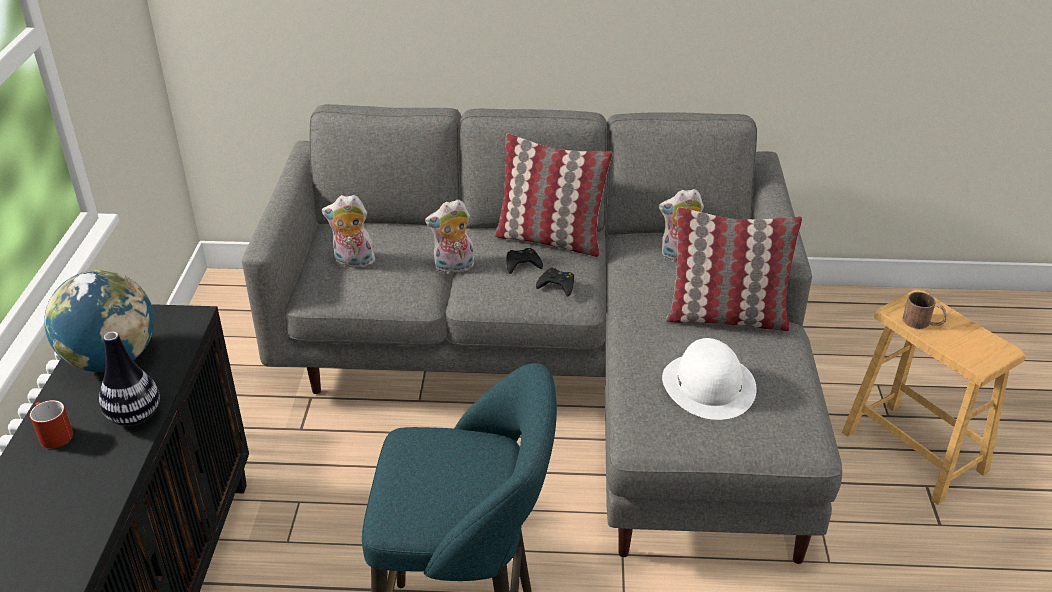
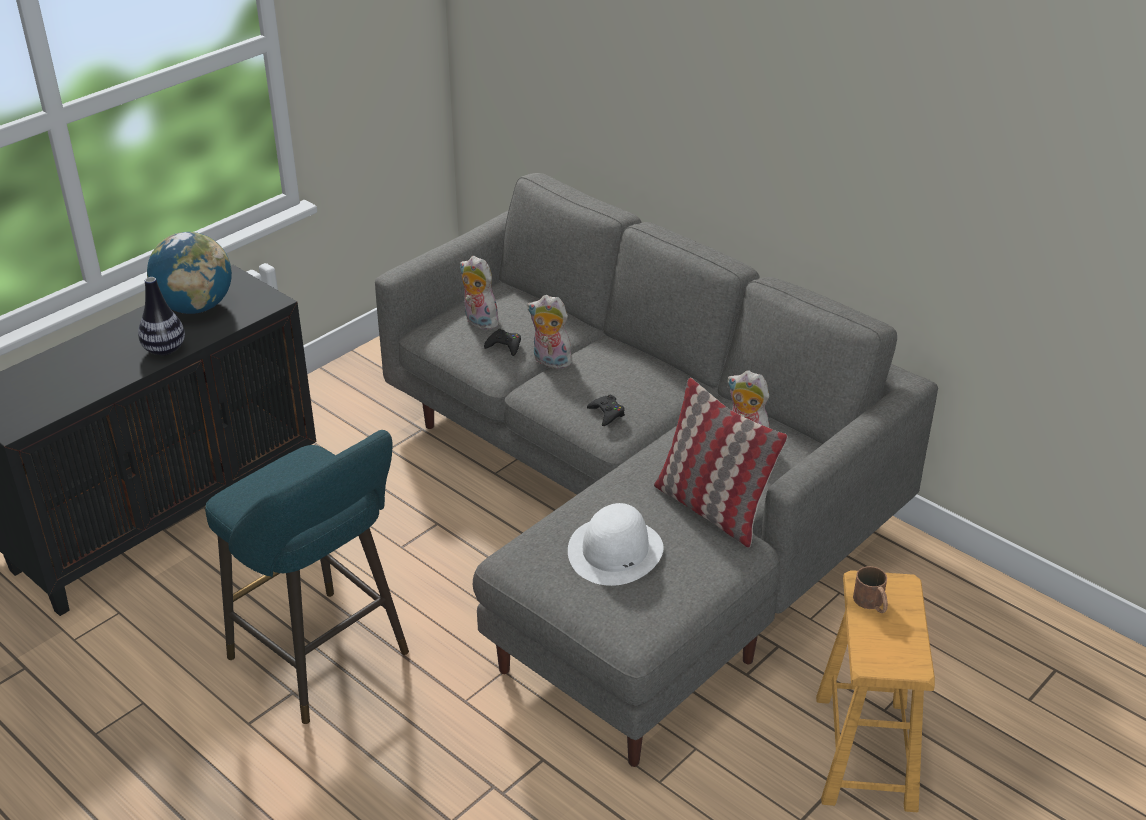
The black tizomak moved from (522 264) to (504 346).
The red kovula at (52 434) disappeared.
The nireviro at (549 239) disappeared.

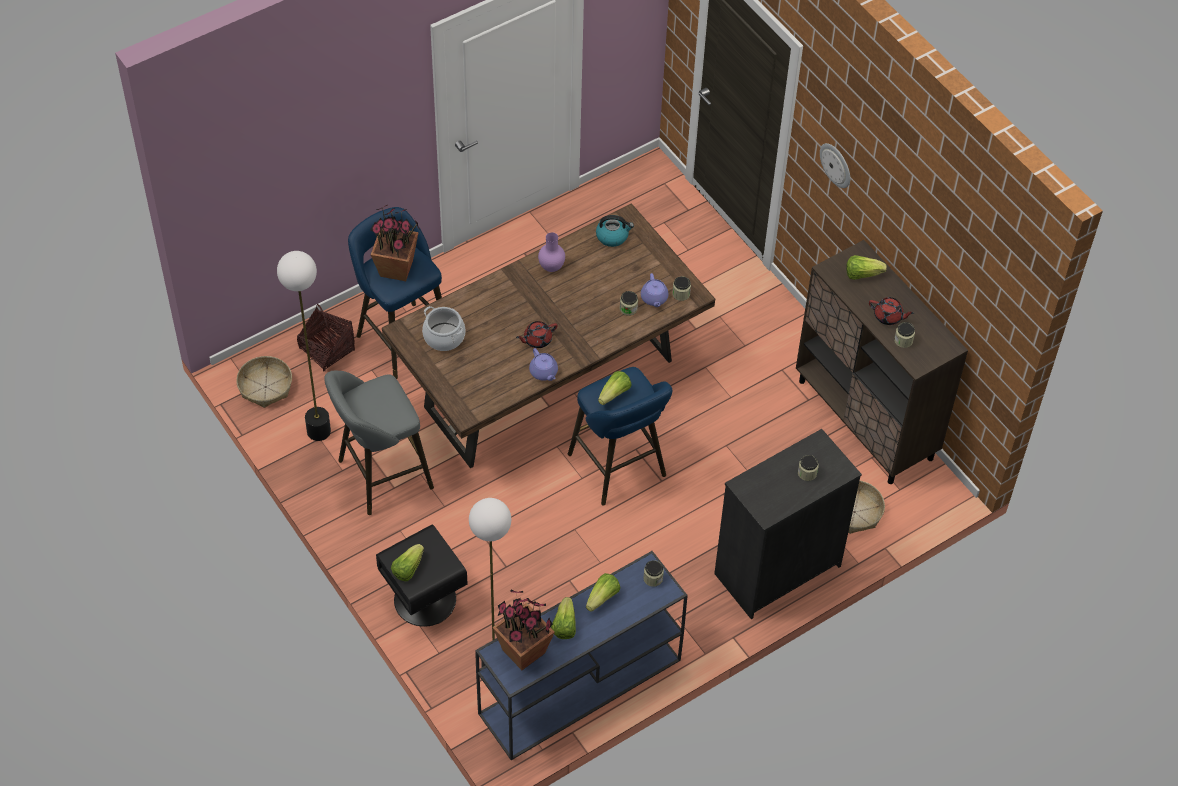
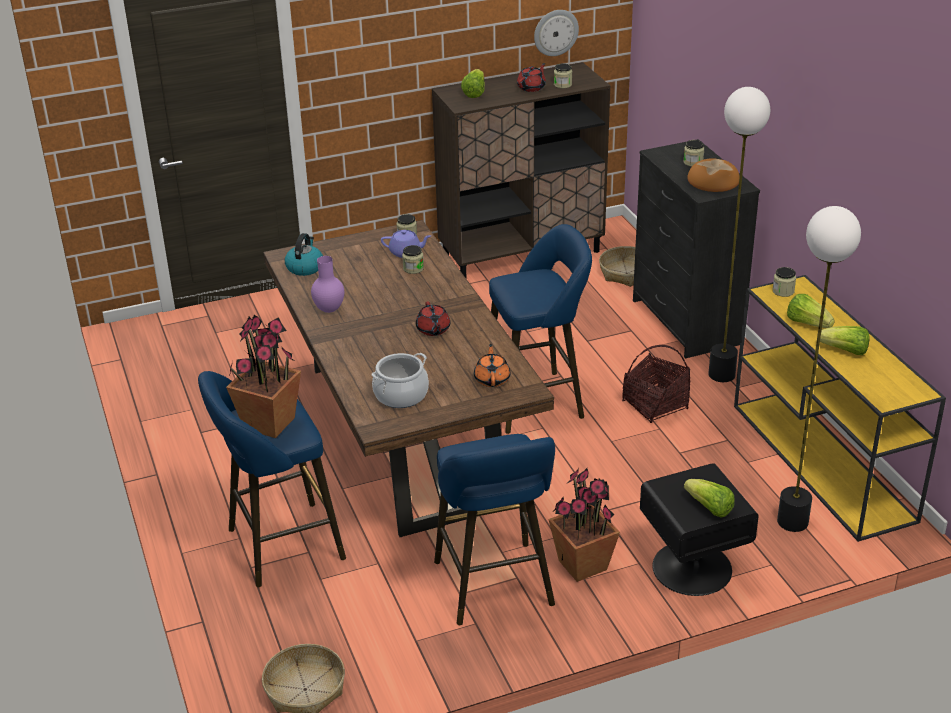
The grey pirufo at (380 476) became the blue pirufo at (496 588).
The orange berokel at (492 379) appeared.
The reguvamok moved from (836 165) to (555 32).
The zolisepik moved from (524 652) to (583 565).
The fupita moved from (327 350) to (655 405).
The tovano at (712 180) appeared.
The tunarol moved from (318 431) to (721 375).
The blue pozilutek at (578 688) became the yellow pozilutek at (823 462).
The purple berokel at (544 372) disappeared.
The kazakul at (614 394) disappeared.

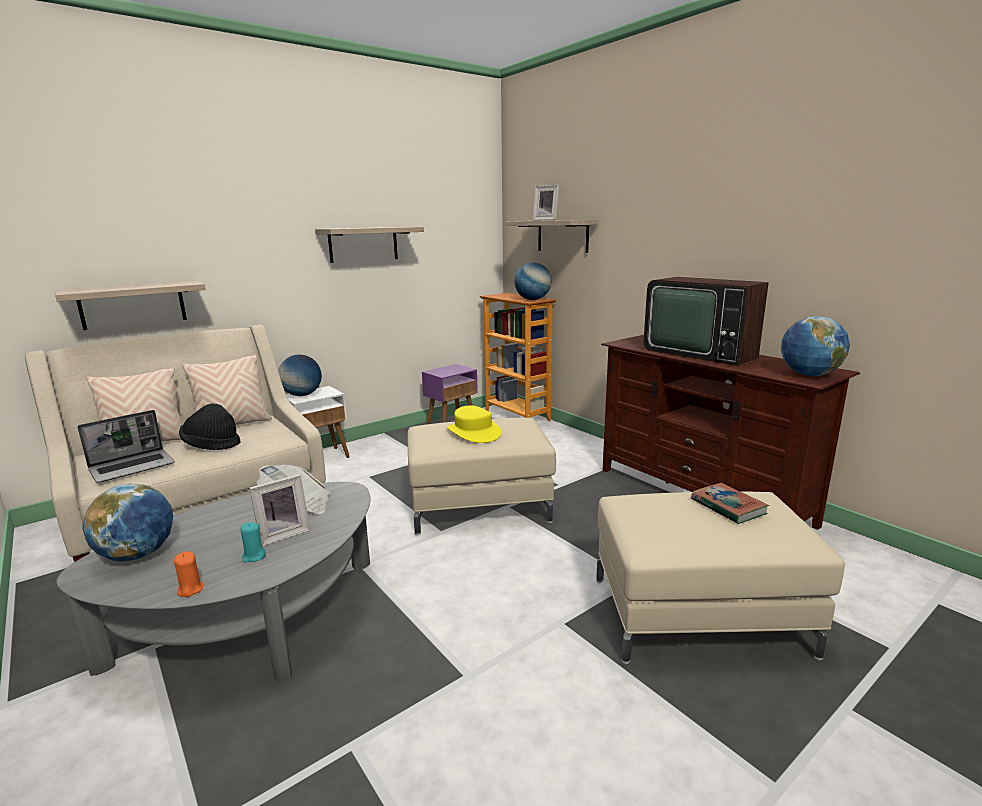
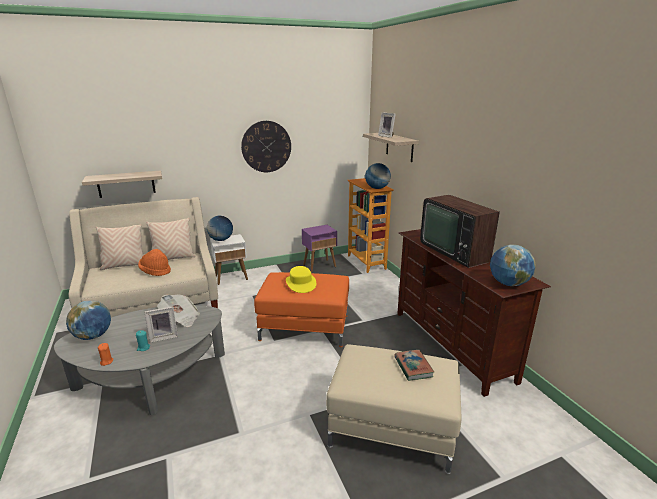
The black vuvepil at (212 445) became the orange vuvepil at (155 271).
The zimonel at (363 244) was replaced by the reguvamok at (266 146).
The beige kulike at (479 505) became the orange kulike at (305 327).
The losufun at (133 467) disappeared.

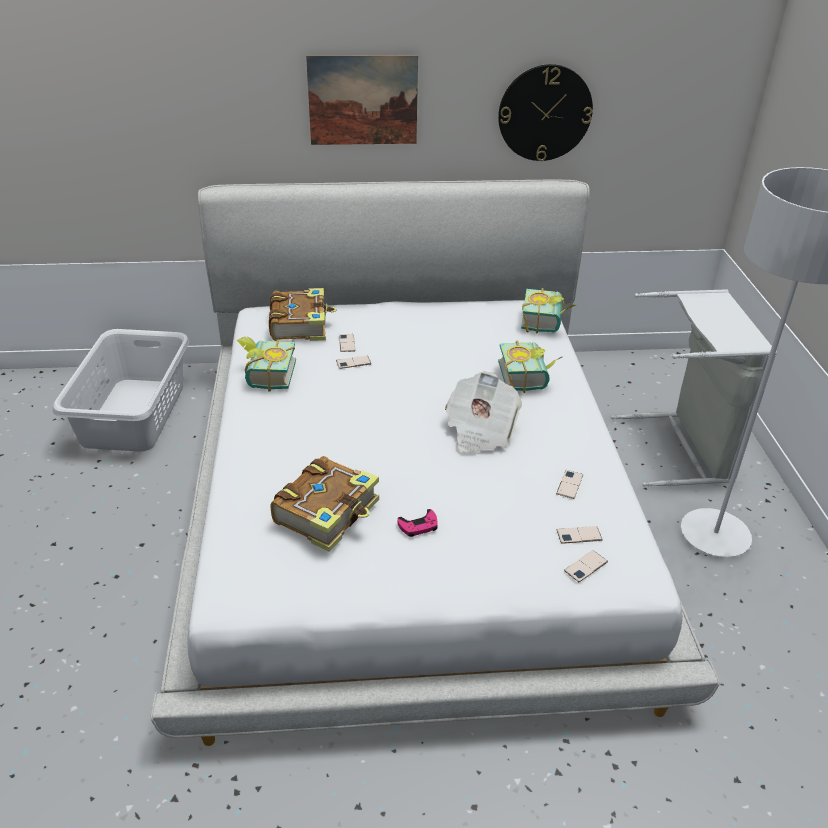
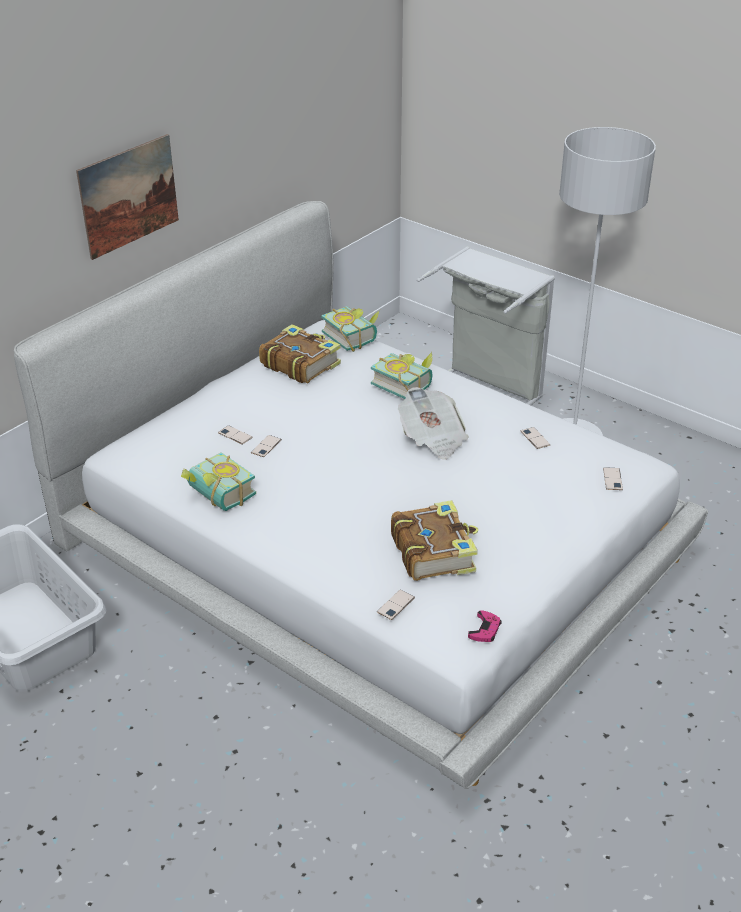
The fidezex moved from (300 324) to (300 364).
The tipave moved from (579 535) to (396 605).
The pink tizomak moved from (418 526) to (485 630).
The reguvamok at (545 113) disappeared.

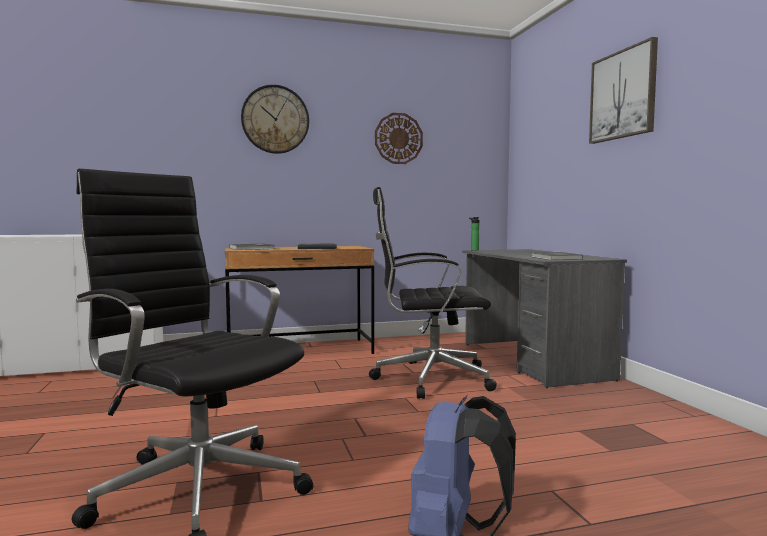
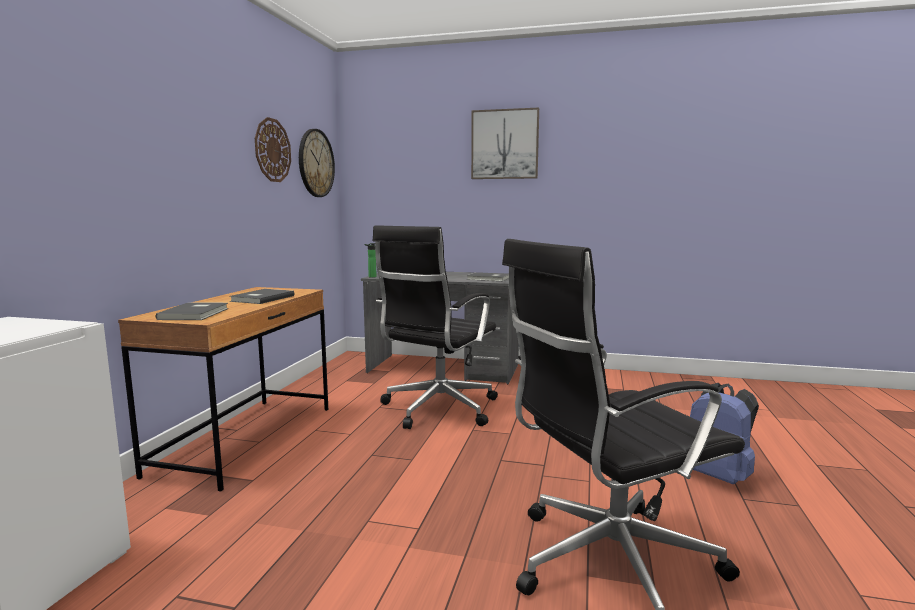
The reguvamok moved from (275 119) to (316 163).

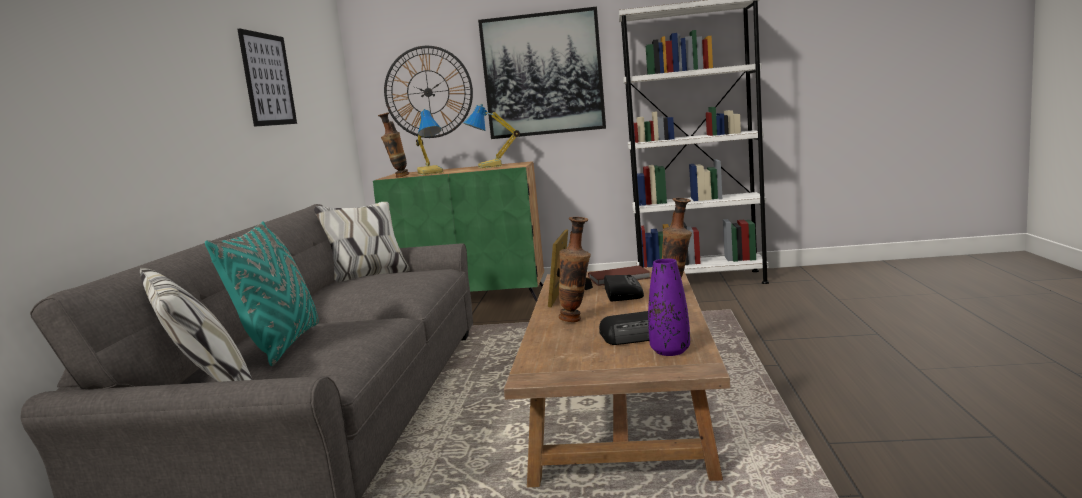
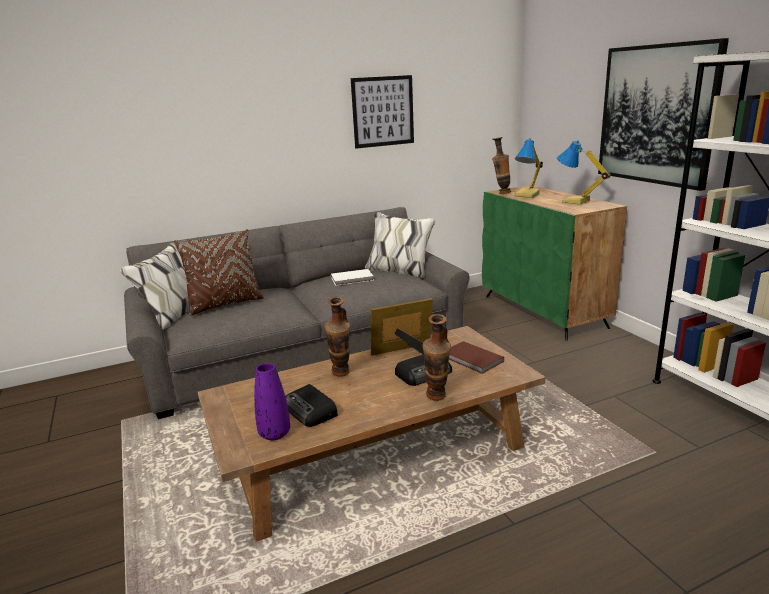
The turquoise nireviro at (281 345) became the brown nireviro at (225 304).
The white fidezex at (352 279) appeared.
The reguvamok at (428 92) disappeared.

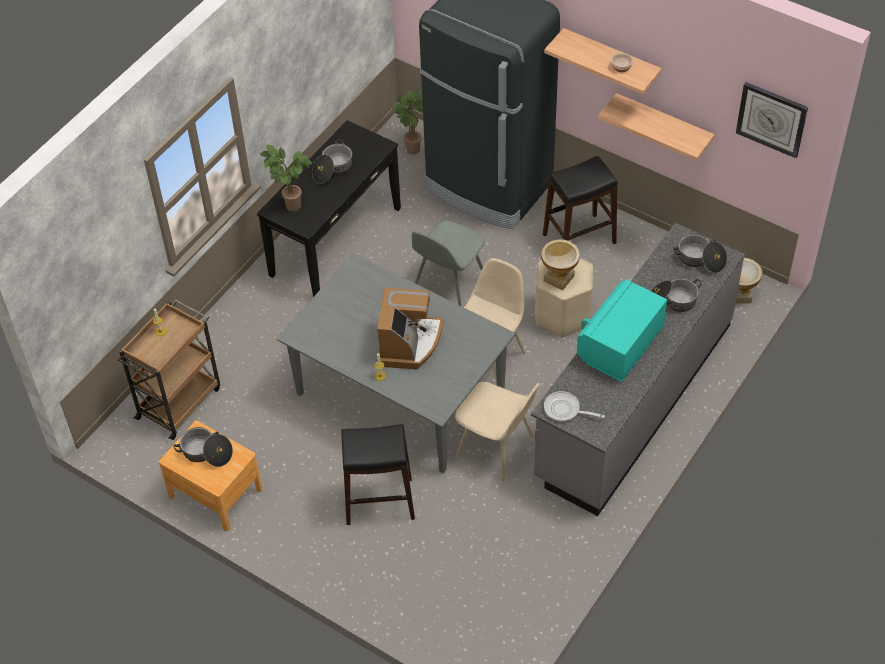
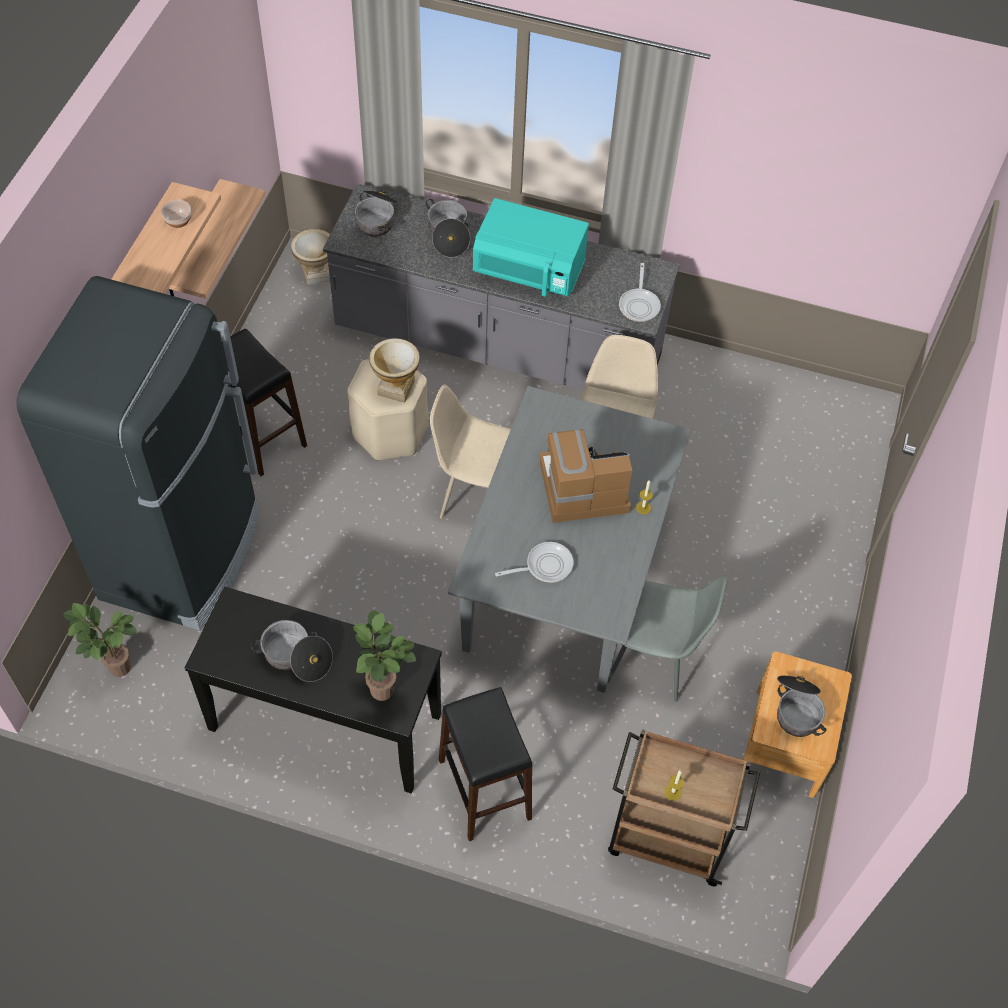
The black pirufo moved from (379 501) to (485 789).
The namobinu at (545 566) appeared.
The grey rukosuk moved from (449 286) to (653 658).
The reguvamok at (772 119) disappeared.

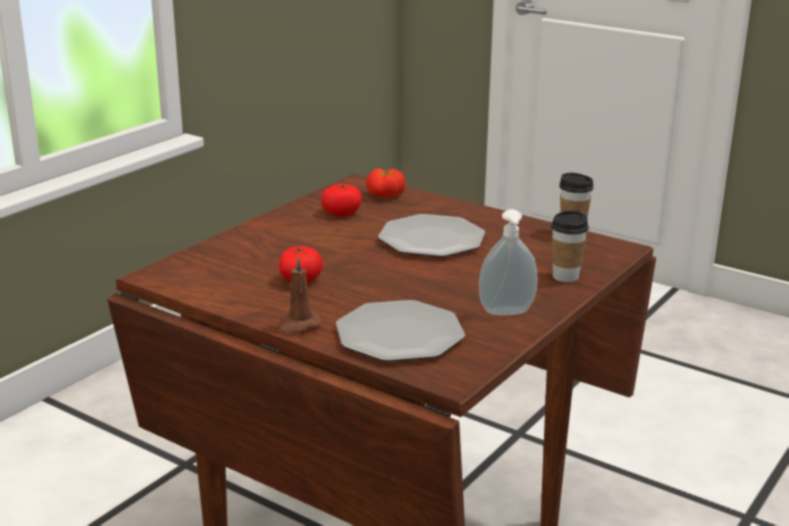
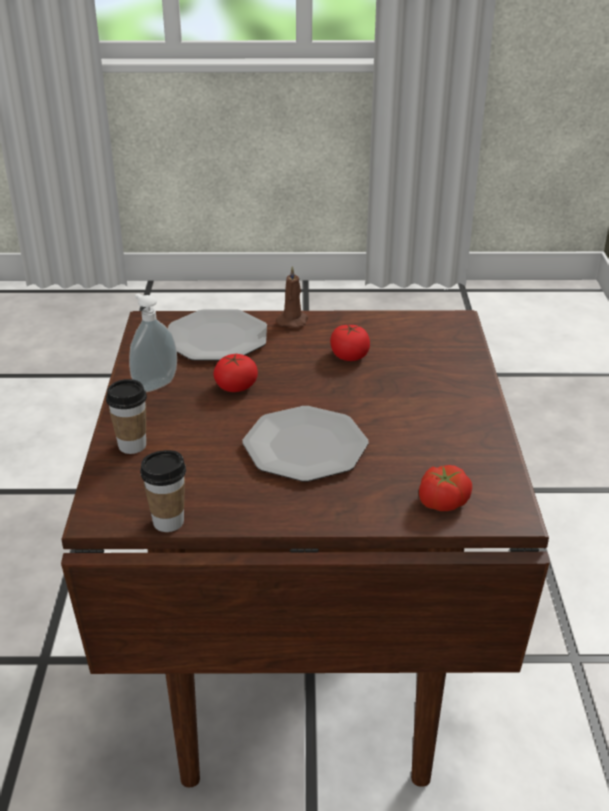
The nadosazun moved from (341 213) to (236 386).

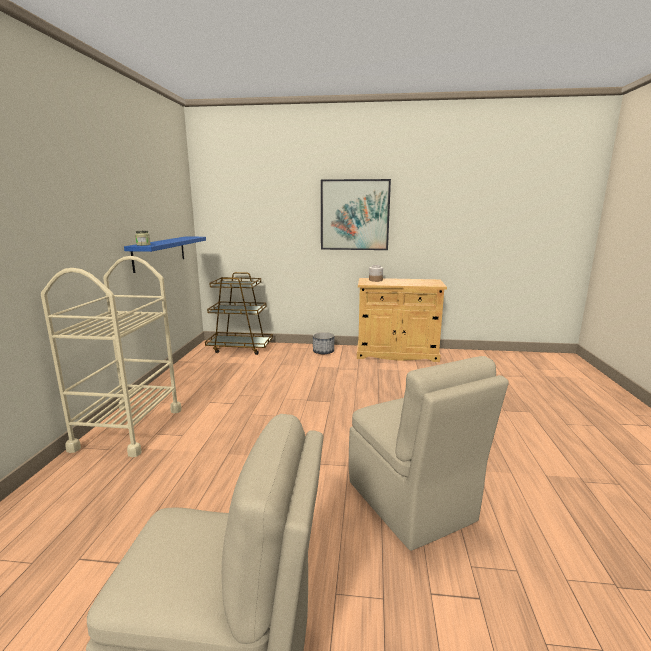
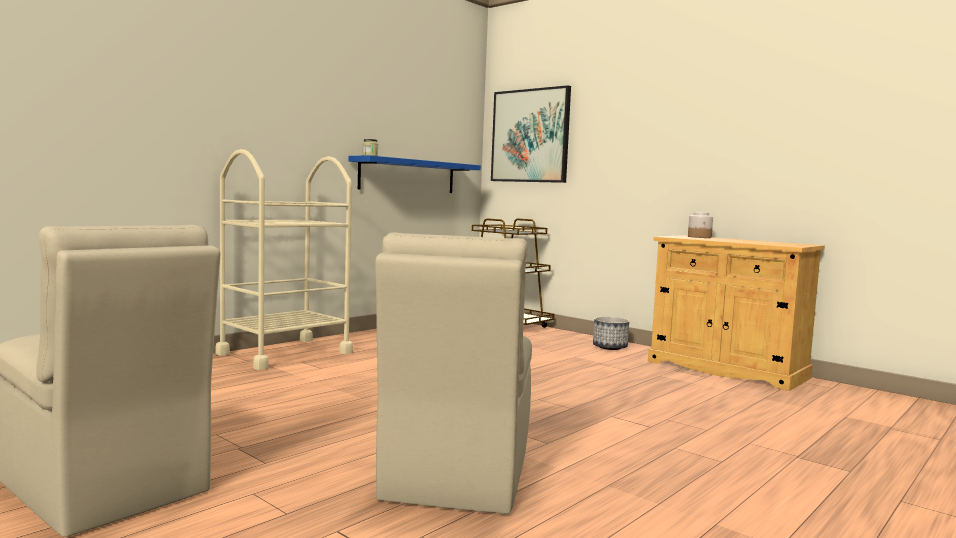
The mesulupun moved from (354 215) to (530 136).

